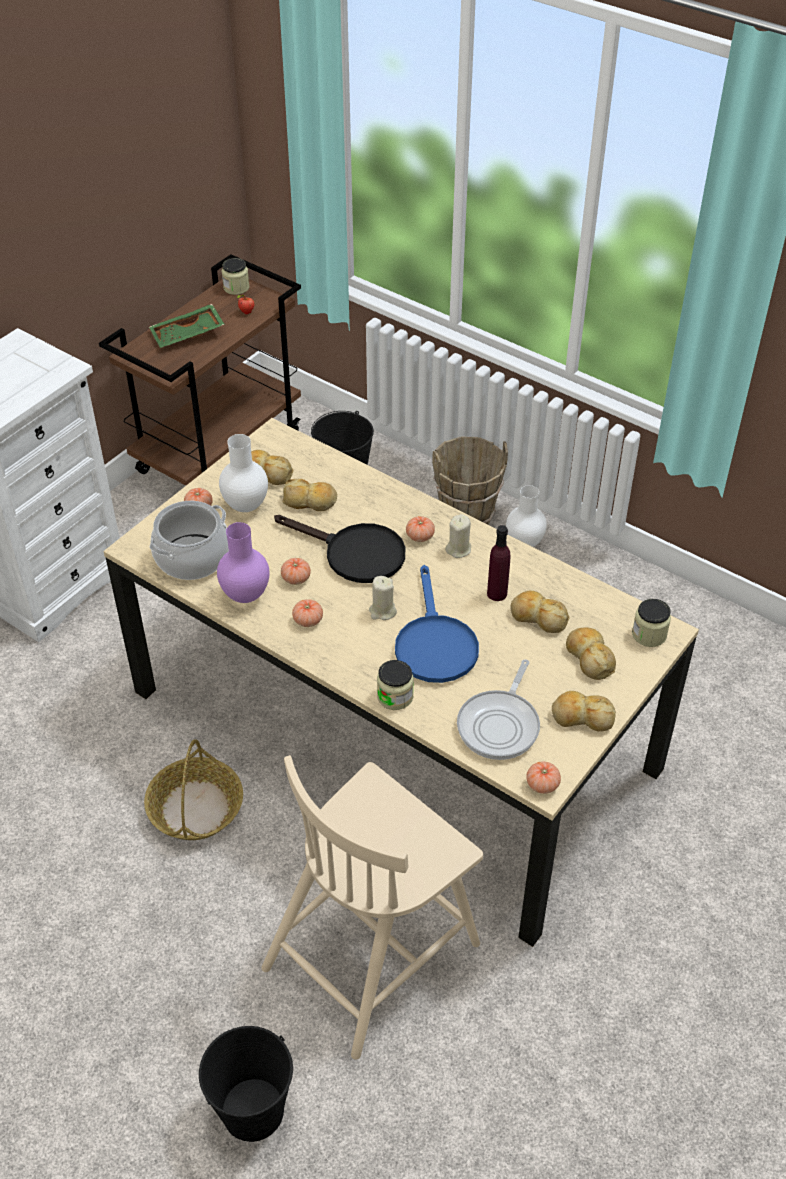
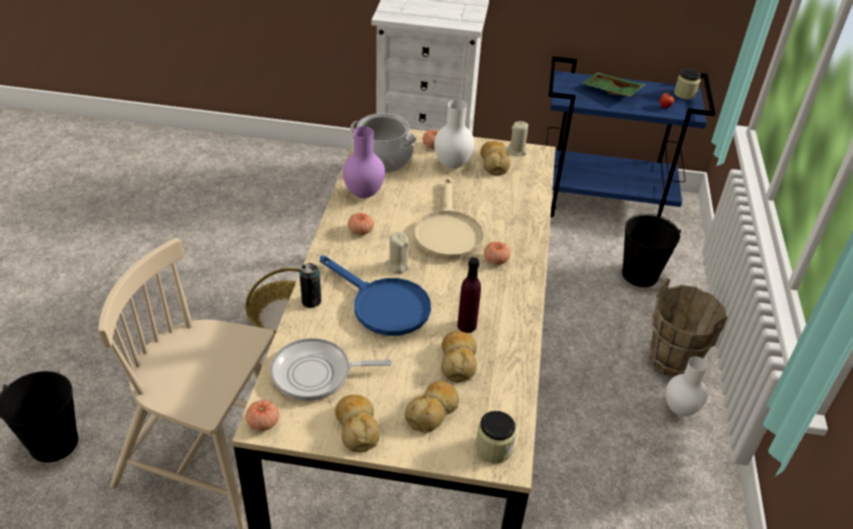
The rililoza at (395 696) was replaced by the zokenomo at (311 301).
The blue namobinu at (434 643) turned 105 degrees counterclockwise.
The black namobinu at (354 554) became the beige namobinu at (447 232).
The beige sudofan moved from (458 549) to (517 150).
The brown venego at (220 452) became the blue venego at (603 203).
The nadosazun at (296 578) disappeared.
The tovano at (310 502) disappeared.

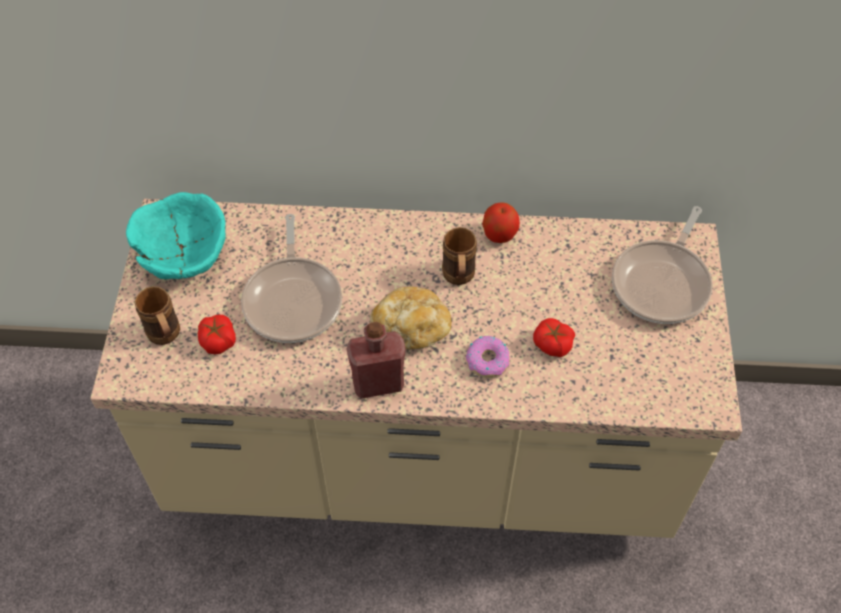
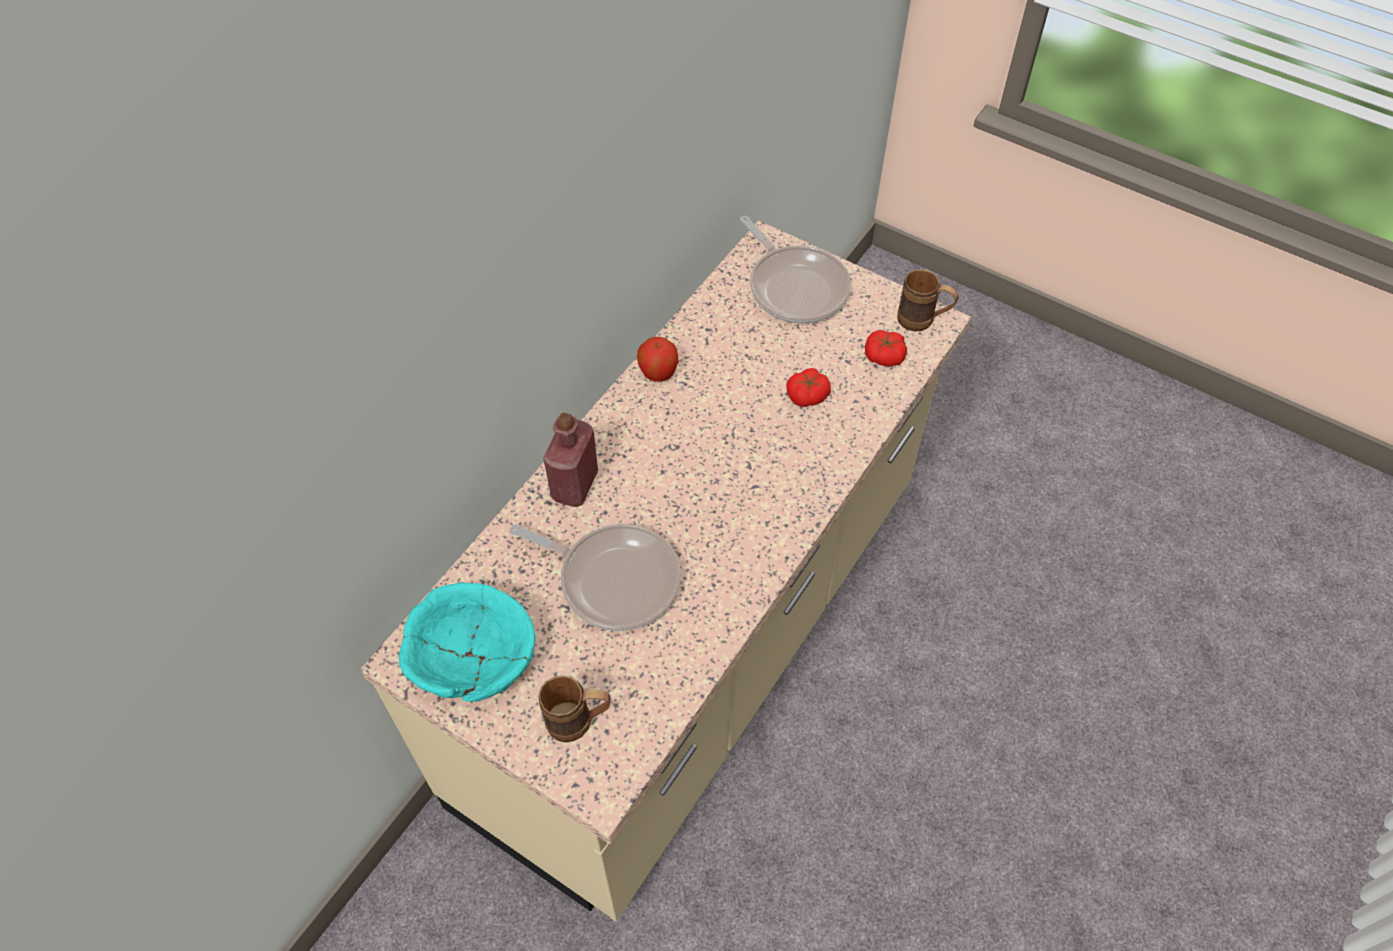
The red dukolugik moved from (378 383) to (575 485).
The nadosazun moved from (218 340) to (884 356).
The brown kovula moved from (458 279) to (922 322).
The tovano at (411 328) disappeared.
The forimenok at (488 360) disappeared.

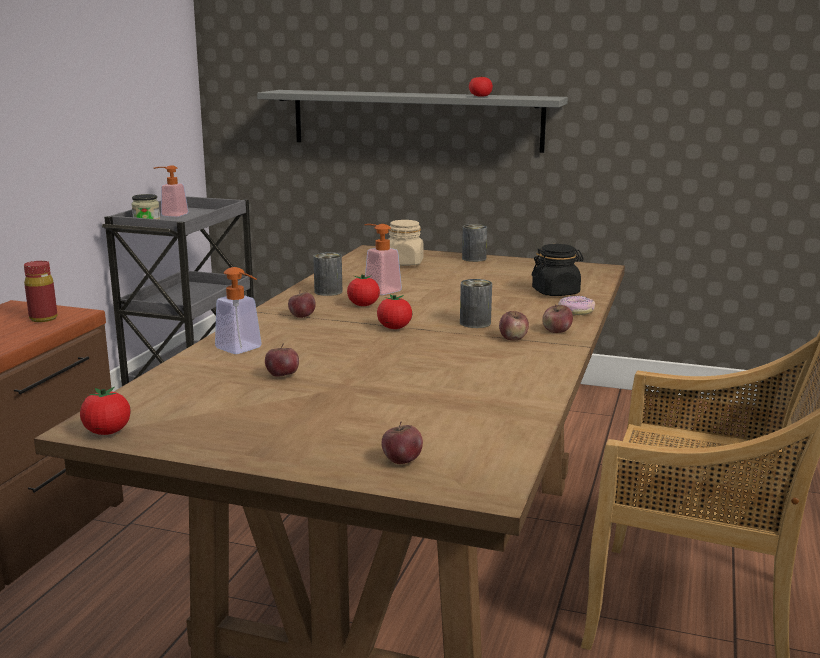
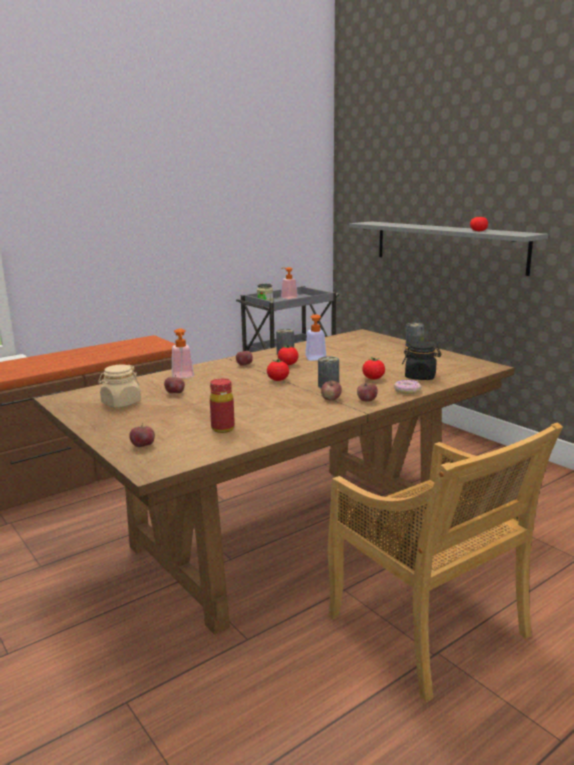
The beige rililoza moved from (404 263) to (121 403).
The red dukolugik moved from (43 318) to (223 429).
The nadosazun moved from (107 432) to (373 378).

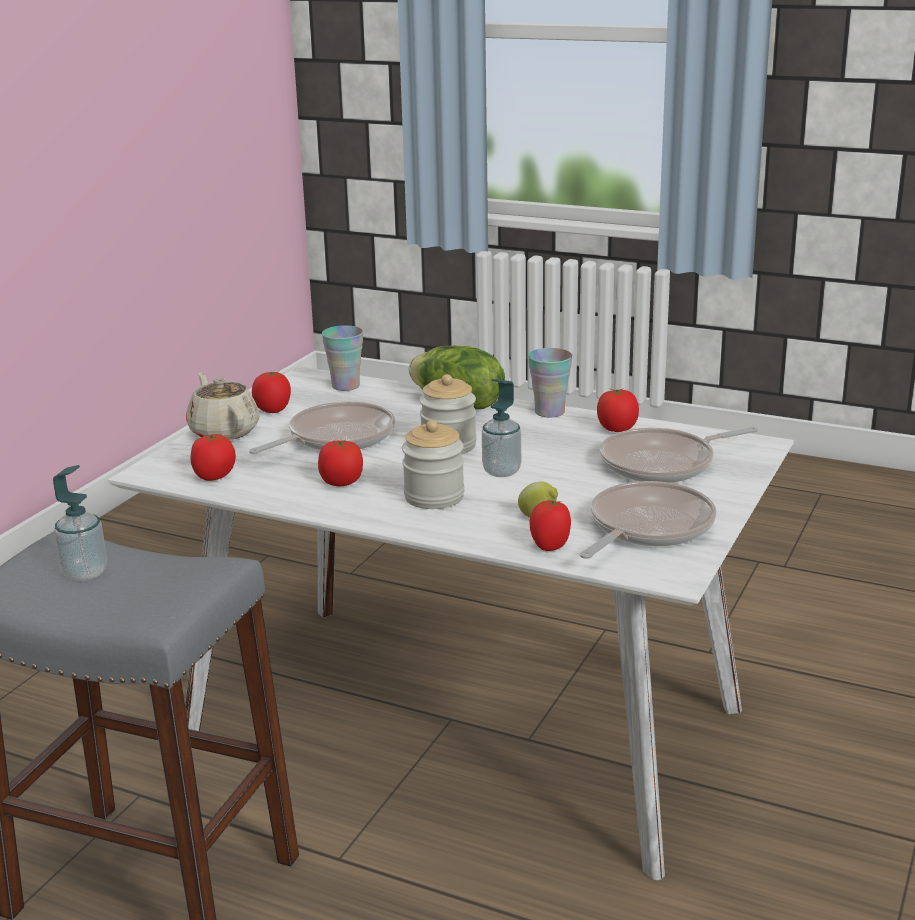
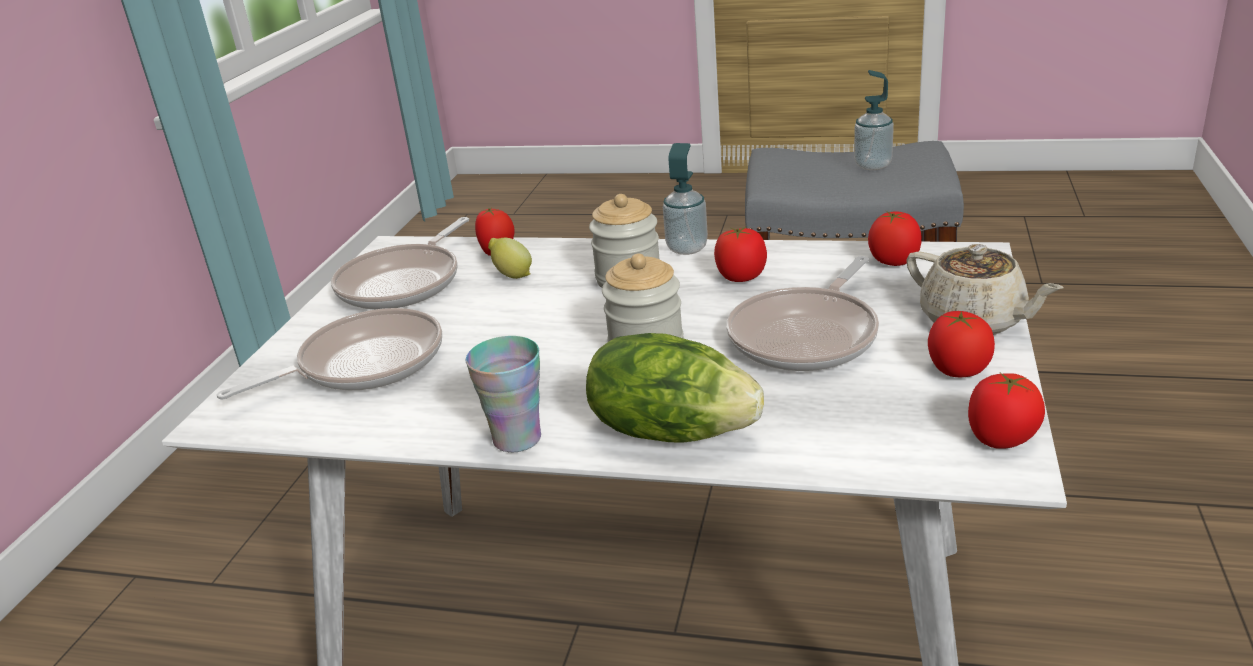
The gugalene moved from (501 471) to (687 248).
The nadosazun moved from (617 429) to (1001 439).
The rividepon at (345 386) disappeared.

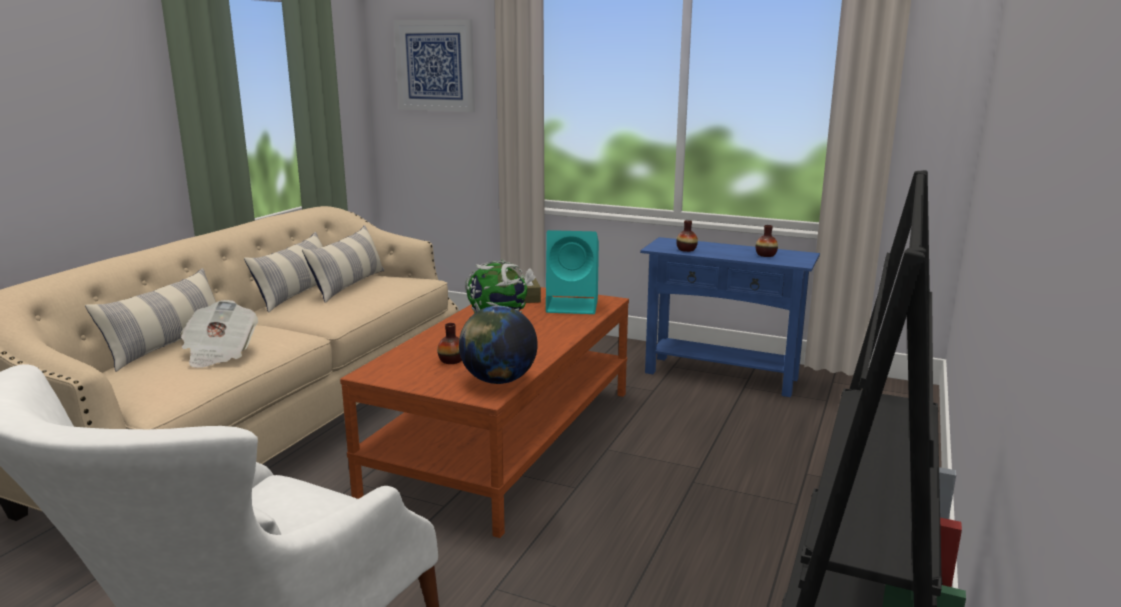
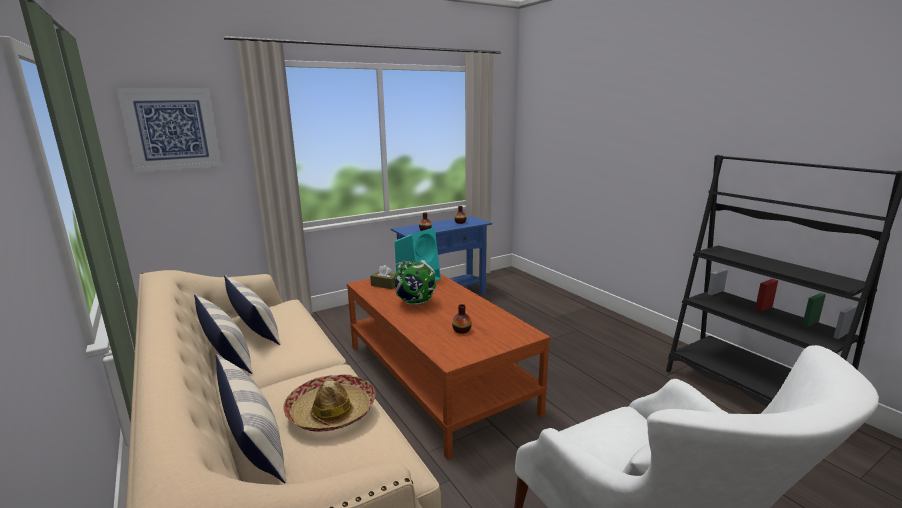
The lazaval at (219 353) was replaced by the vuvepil at (331 412).
The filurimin at (498 380) disappeared.

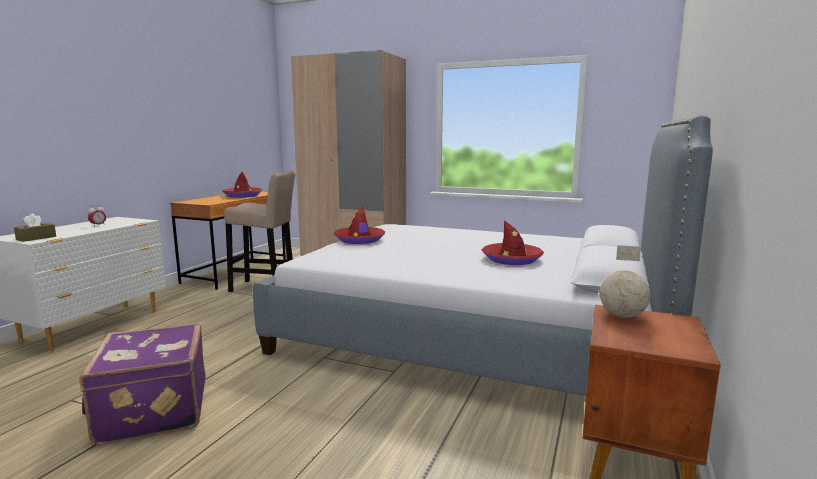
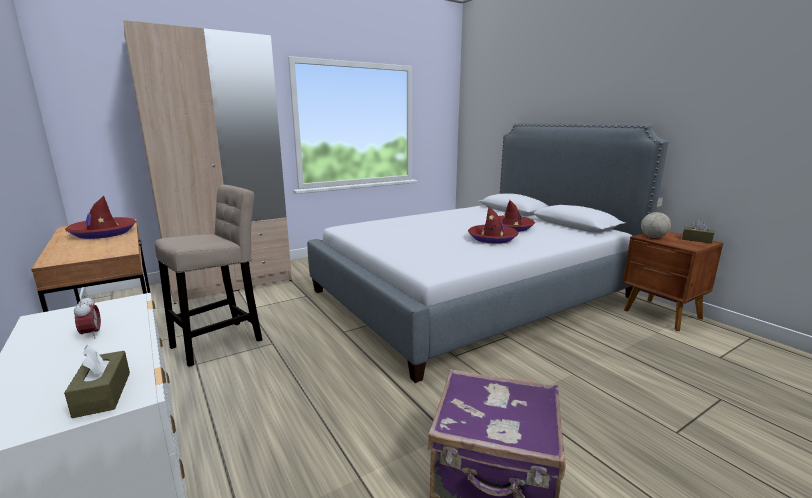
The red vuvepil moved from (359 240) to (492 238).
The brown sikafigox at (697 240) appeared.

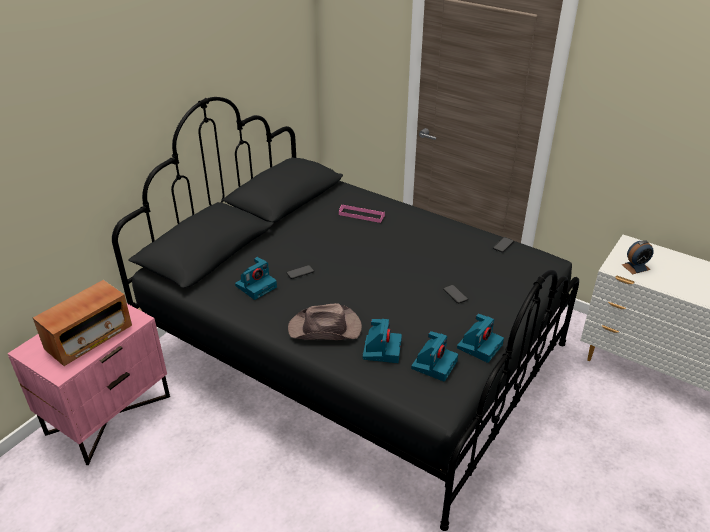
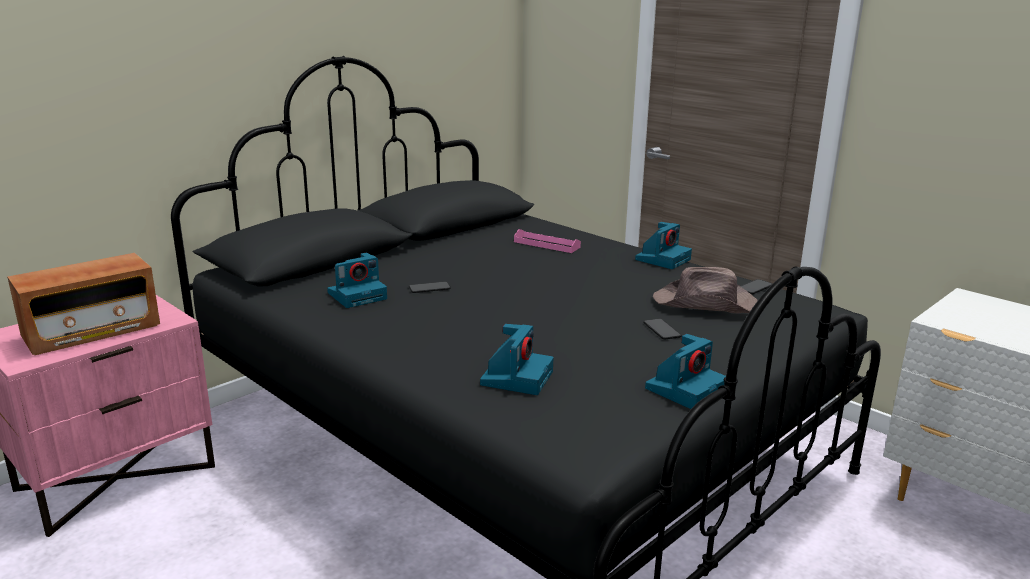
The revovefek moved from (434 364) to (663 259).
The brown vuvepil moved from (325 329) to (706 304).
The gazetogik at (635 267) disappeared.

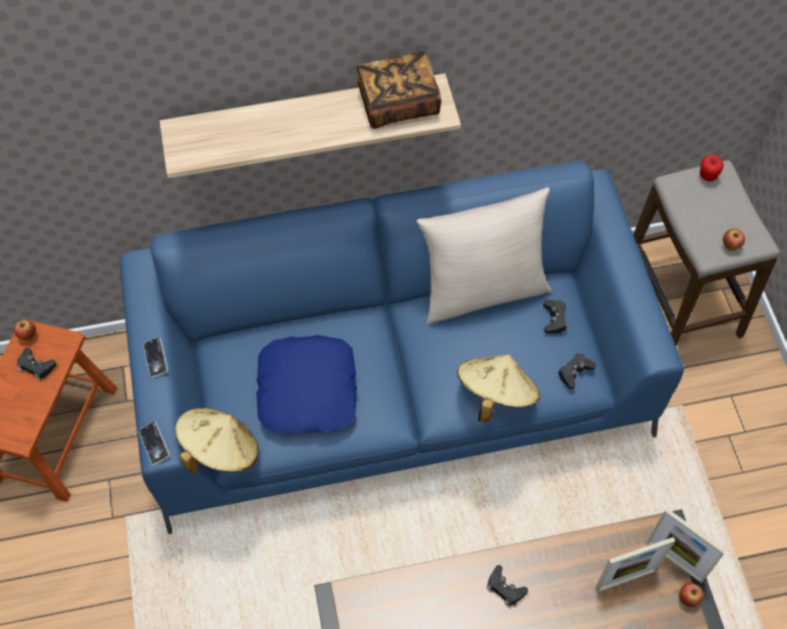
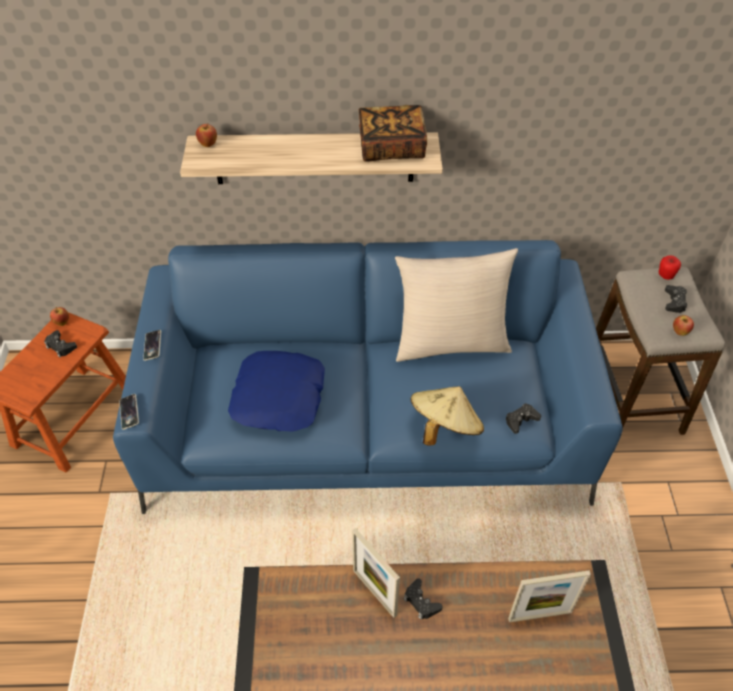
The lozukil moved from (688 599) to (208 145).
The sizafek moved from (674 561) to (374 593).
The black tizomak moved from (554 319) to (674 302).
The beige vuvepil at (220 450) disappeared.

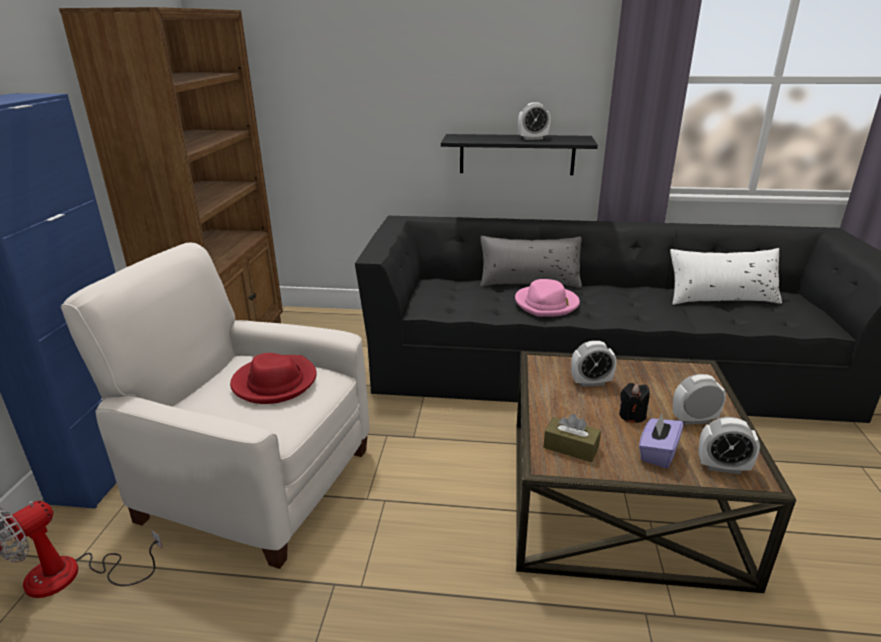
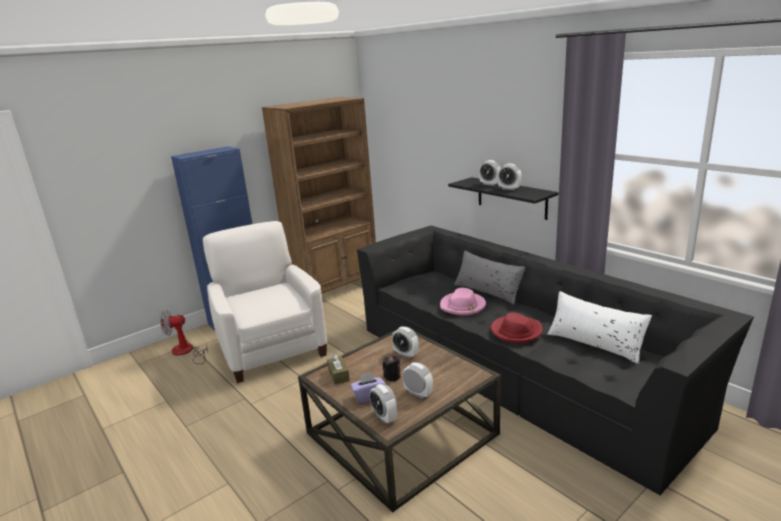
The gazetogik at (490 184) appeared.
The red vuvepil moved from (274 382) to (516 331).

